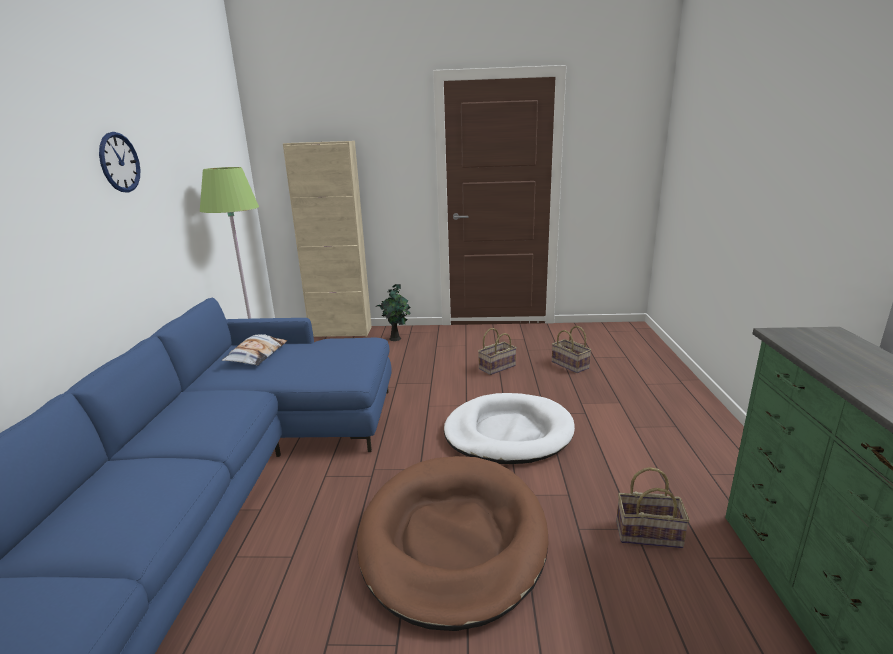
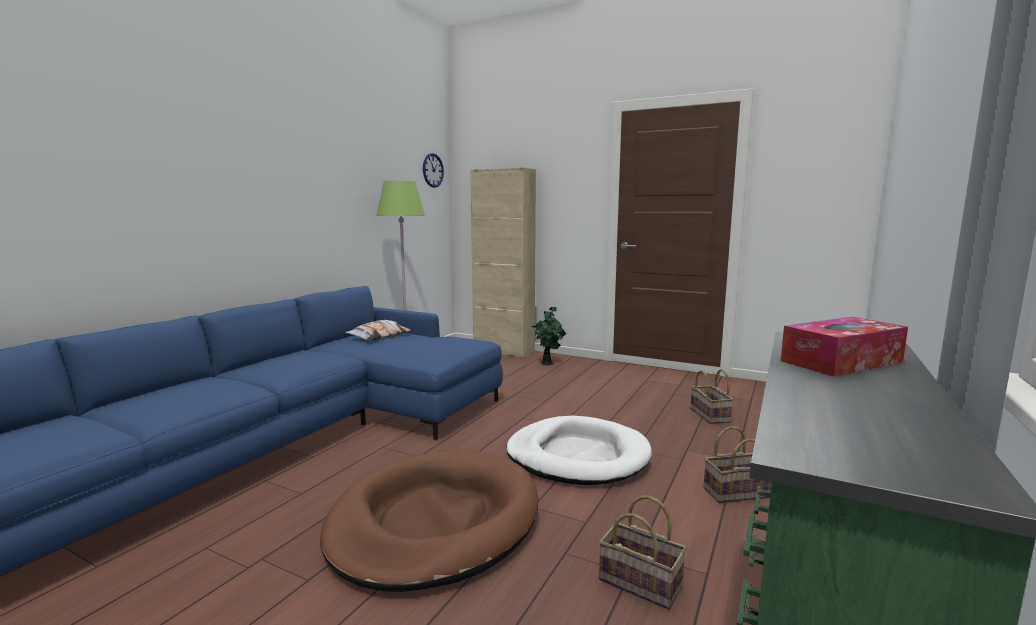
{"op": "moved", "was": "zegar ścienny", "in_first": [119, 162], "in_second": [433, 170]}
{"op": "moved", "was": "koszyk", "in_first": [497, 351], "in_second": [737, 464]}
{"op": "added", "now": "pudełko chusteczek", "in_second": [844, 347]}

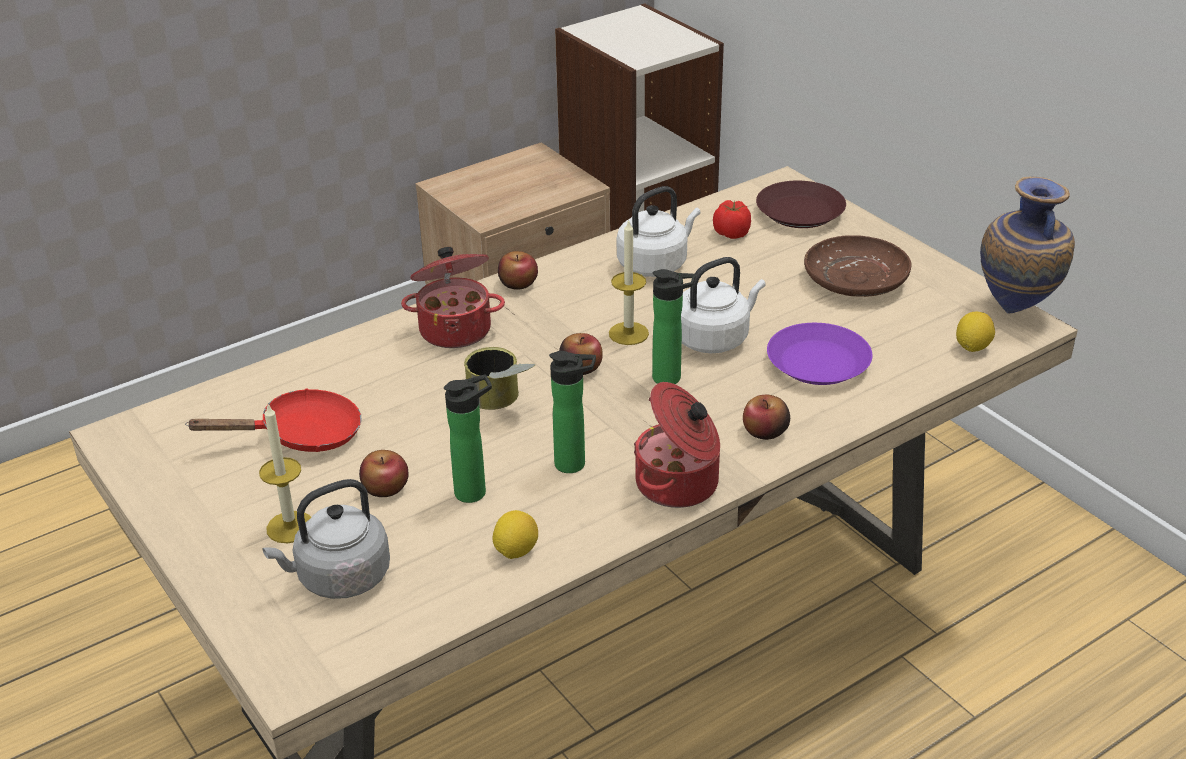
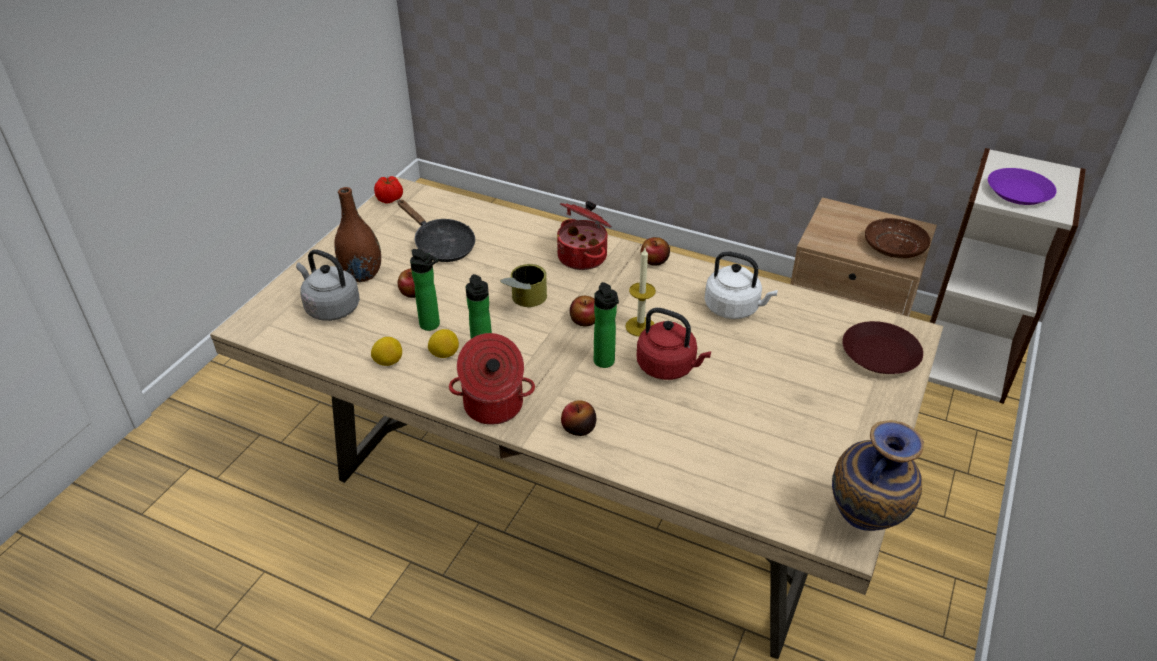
{"op": "recoloured", "was": "patelnia [czerwony]", "now": "patelnia [czarny]", "in_first": [273, 420], "in_second": [436, 231]}
{"op": "replaced", "was": "świeca", "now": "wazon [brązowy]", "in_first": [285, 473], "in_second": [357, 234]}
{"op": "recoloured", "was": "czajnik [biały]", "now": "czajnik [czerwony]", "in_first": [723, 305], "in_second": [674, 344]}
{"op": "moved", "was": "pomidor", "in_first": [732, 219], "in_second": [388, 189]}
{"op": "moved", "was": "talerz [fioletowy]", "in_first": [820, 354], "in_second": [1022, 186]}
{"op": "moved", "was": "talerz [brązowy]", "in_first": [858, 266], "in_second": [897, 238]}
{"op": "moved", "was": "cytryna", "in_first": [975, 332], "in_second": [443, 343]}

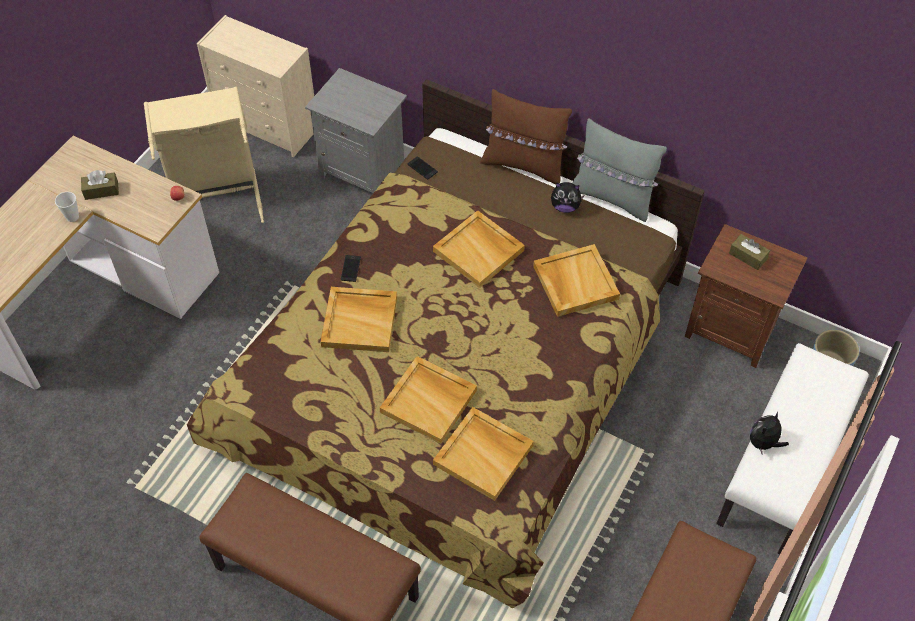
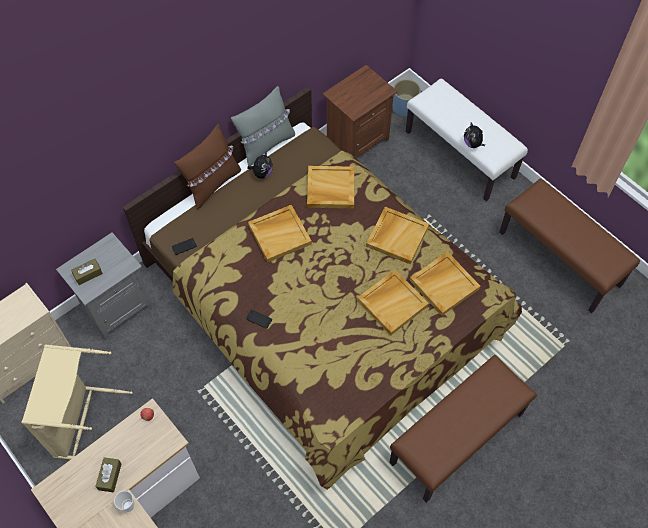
{"op": "moved", "was": "taca [beżowy]", "in_first": [359, 319], "in_second": [397, 235]}
{"op": "moved", "was": "pudełko chusteczek [brązowy]", "in_first": [749, 252], "in_second": [87, 272]}

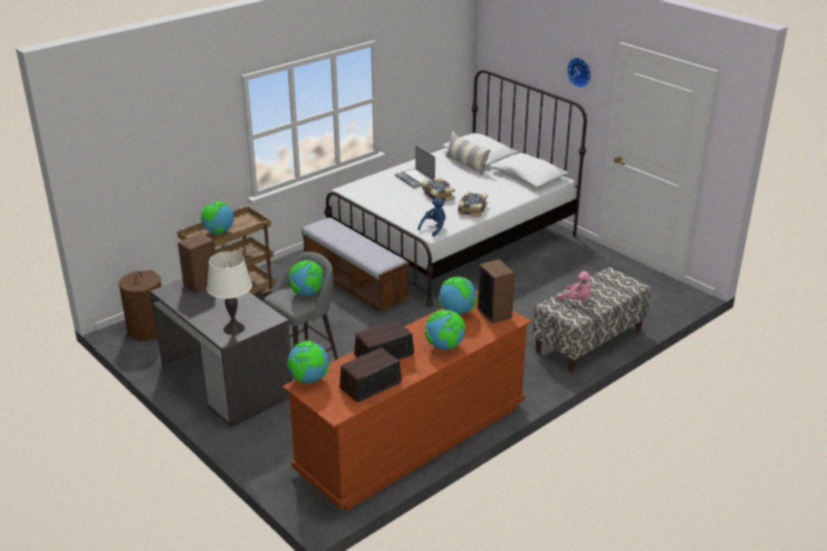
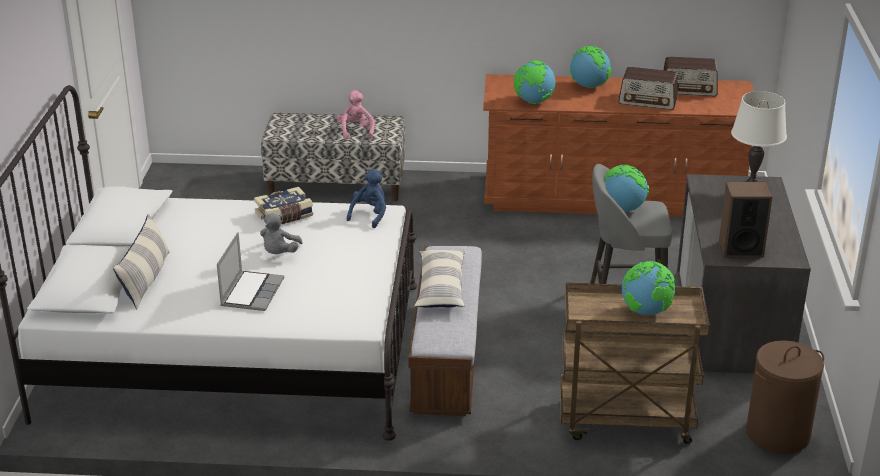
{"op": "removed", "was": "globus", "in_first": [308, 362]}
{"op": "turned", "was": "pluszak [niebieski]", "in_first": [432, 217], "in_second": [366, 198], "clockwise": 120}
{"op": "replaced", "was": "książka", "now": "pluszak [szary]", "in_first": [438, 189], "in_second": [281, 233]}
{"op": "removed", "was": "głośnik", "in_first": [496, 291]}
{"op": "removed", "was": "zegar ścienny", "in_first": [579, 72]}
{"op": "added", "now": "poduszka", "in_second": [439, 279]}

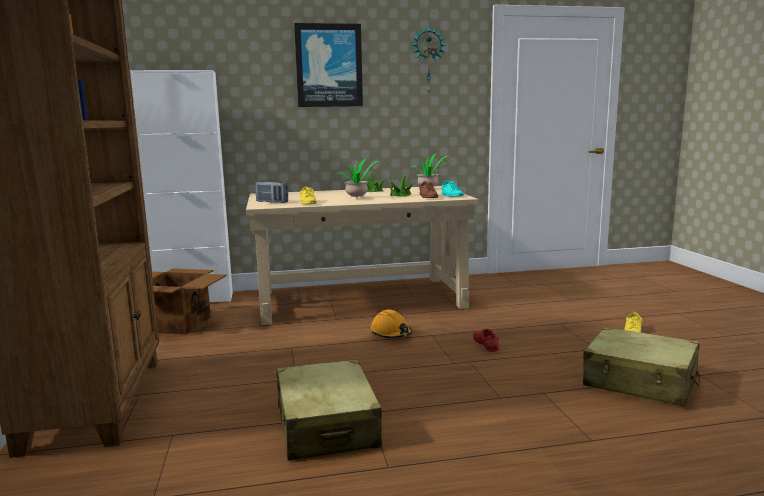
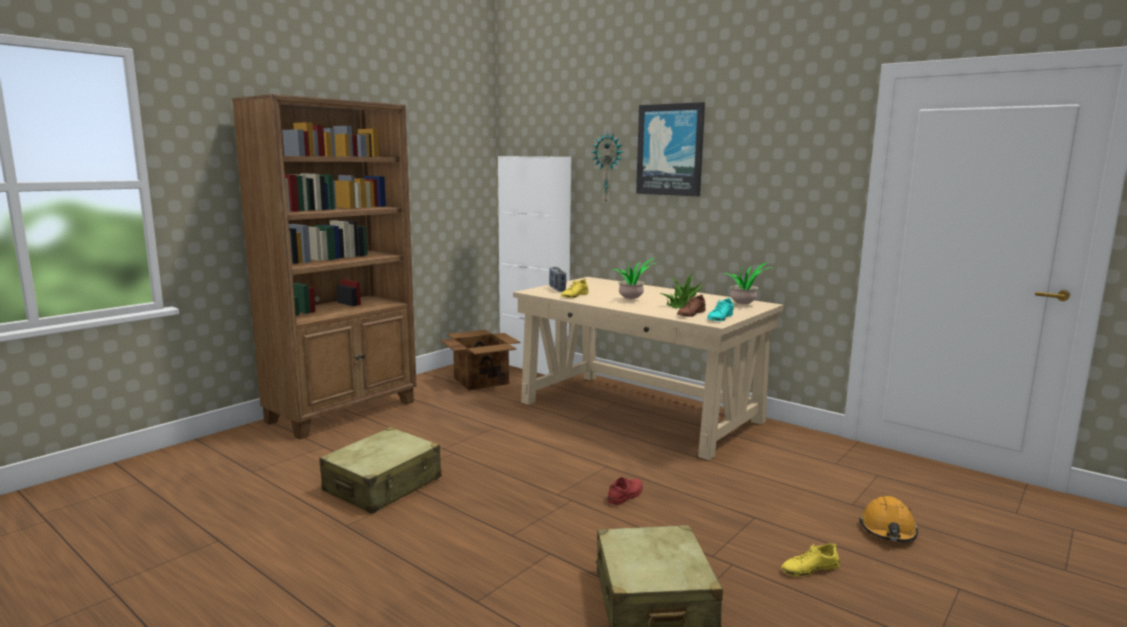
{"op": "moved", "was": "kask [pomarańczowy]", "in_first": [391, 323], "in_second": [889, 519]}
{"op": "moved", "was": "zegar ścienny", "in_first": [429, 59], "in_second": [607, 167]}

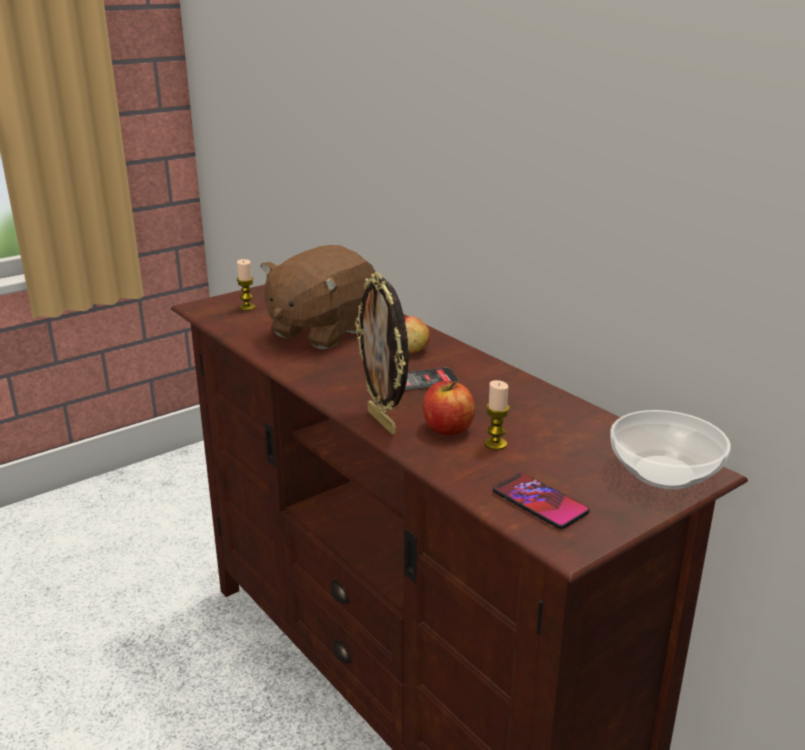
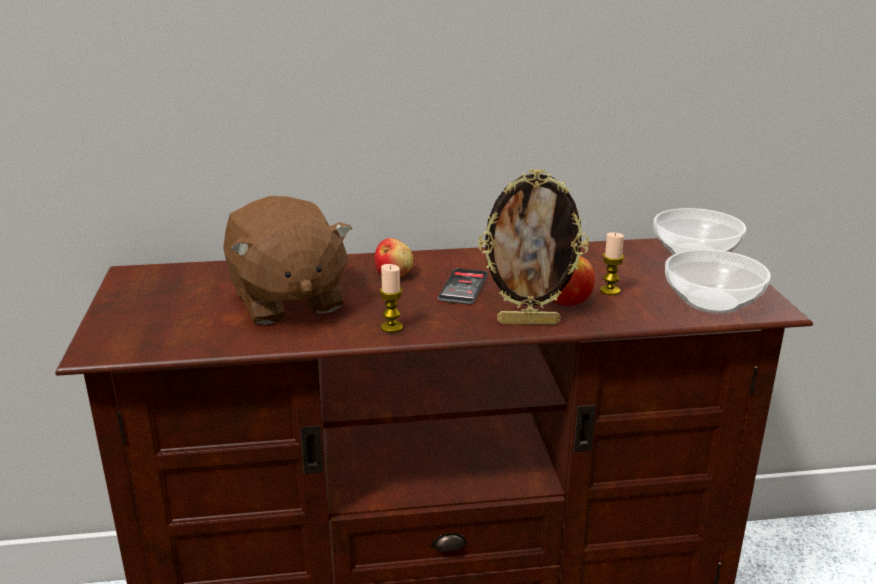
{"op": "moved", "was": "świeca", "in_first": [246, 285], "in_second": [391, 298]}
{"op": "replaced", "was": "telefon", "now": "miska", "in_first": [541, 501], "in_second": [718, 281]}

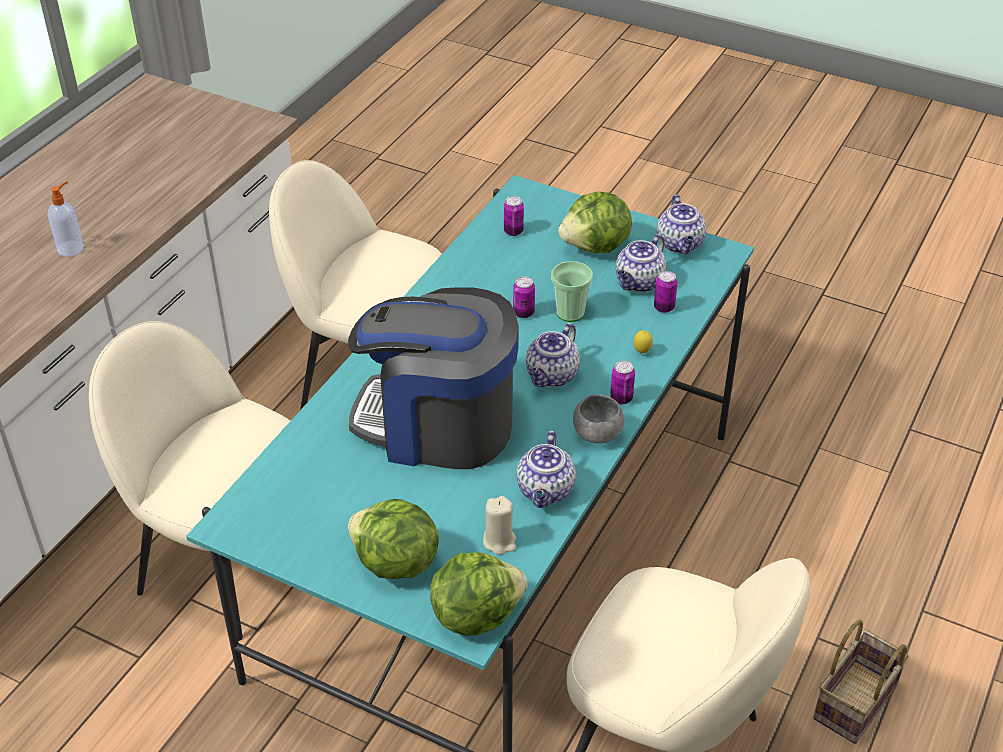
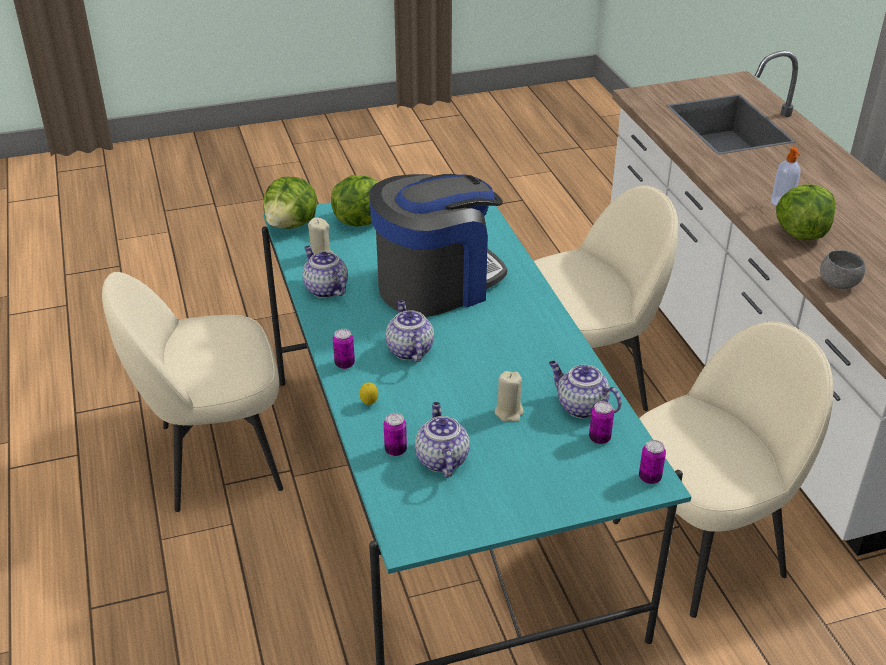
{"op": "moved", "was": "puszka", "in_first": [524, 297], "in_second": [652, 462]}
{"op": "removed", "was": "filiżanka", "in_first": [572, 291]}
{"op": "moved", "was": "sałata", "in_first": [595, 222], "in_second": [806, 212]}
{"op": "moved", "was": "miska [szary]", "in_first": [598, 419], "in_second": [842, 269]}
{"op": "moved", "was": "imbryk", "in_first": [681, 224], "in_second": [585, 390]}
{"op": "removed", "was": "koszyk", "in_first": [860, 682]}
{"op": "added", "now": "świeca [beżowy]", "in_second": [509, 396]}

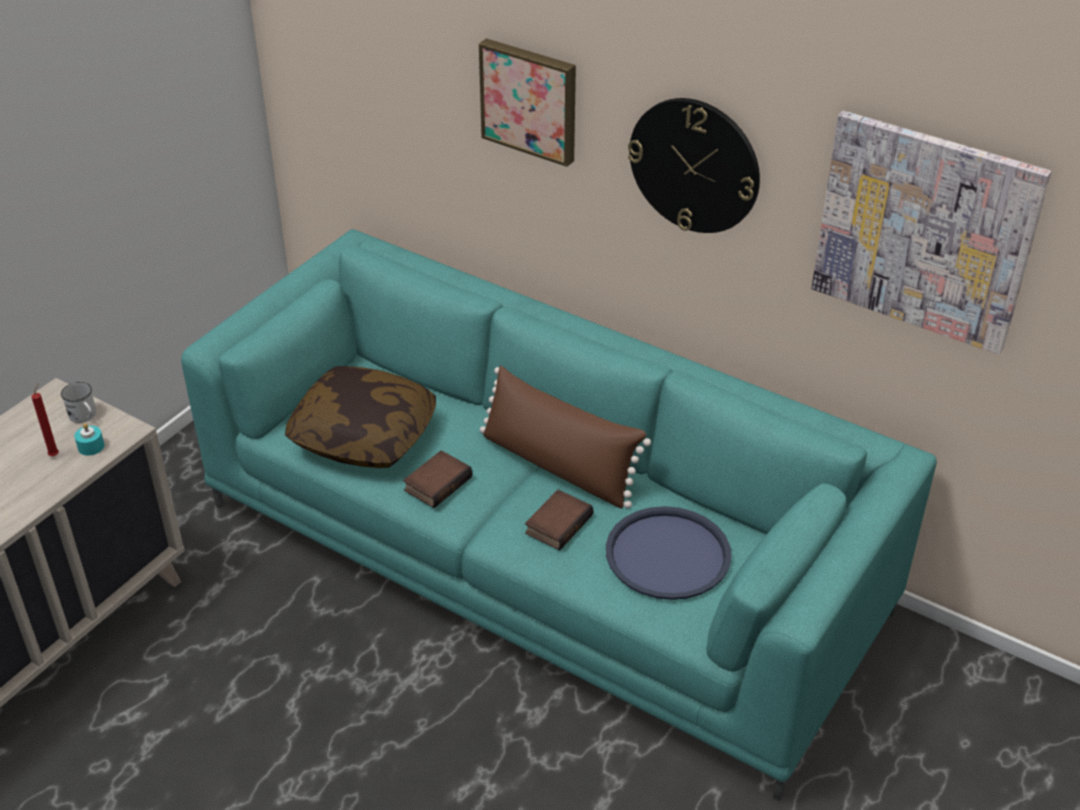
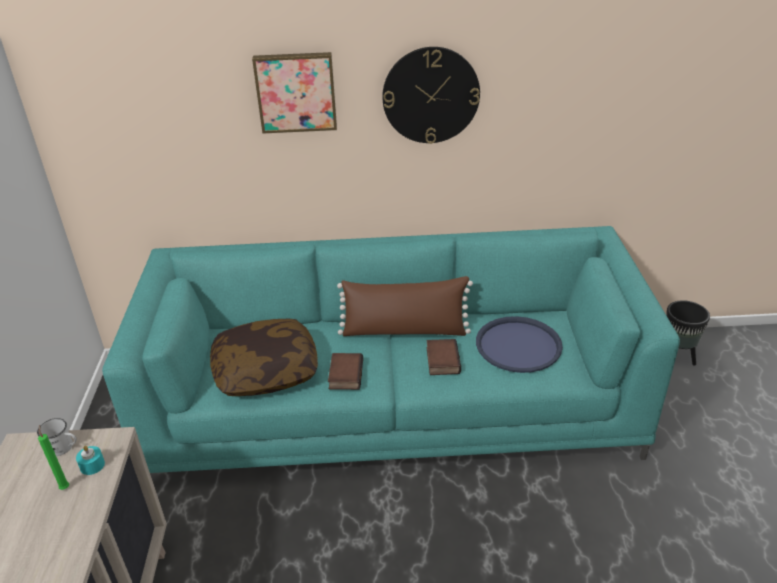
{"op": "recoloured", "was": "świeca [czerwony]", "now": "świeca [zielony]", "in_first": [45, 419], "in_second": [53, 457]}
{"op": "removed", "was": "obraz", "in_first": [932, 233]}
{"op": "added", "now": "donica [czarny]", "in_second": [688, 333]}

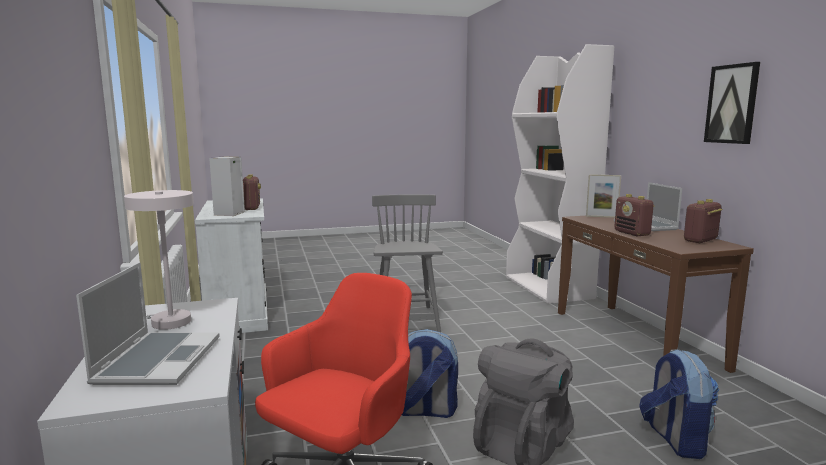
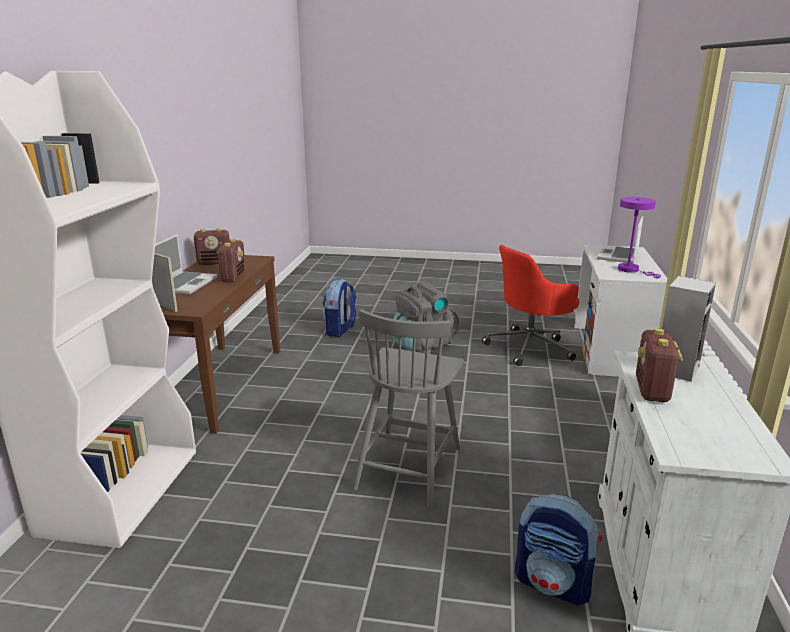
{"op": "recoloured", "was": "lampa stołowa [biały]", "now": "lampa stołowa [fioletowy]", "in_first": [159, 260], "in_second": [639, 237]}
{"op": "moved", "was": "plecak", "in_first": [430, 373], "in_second": [558, 550]}
{"op": "removed", "was": "obraz", "in_first": [732, 103]}

